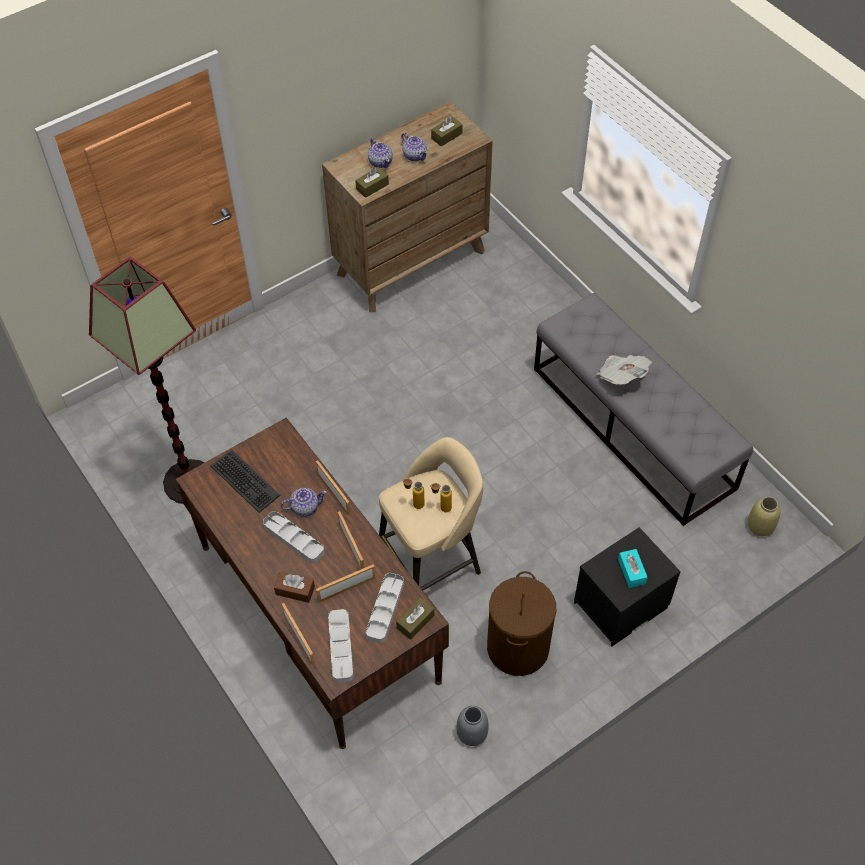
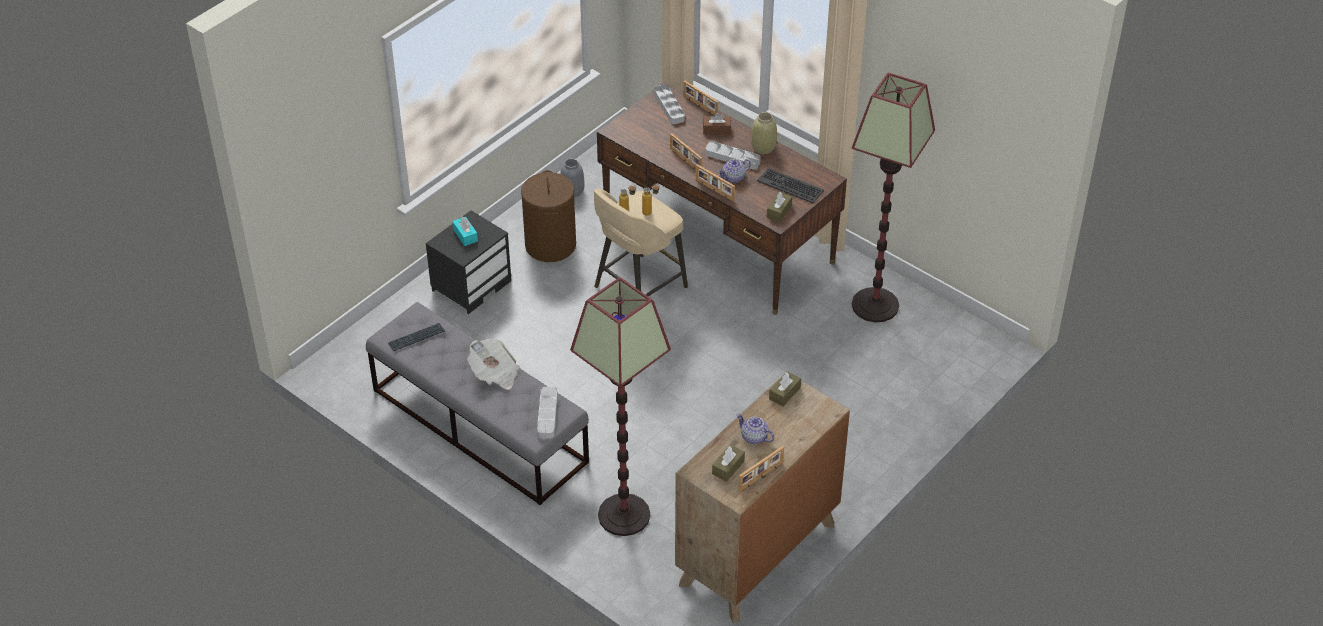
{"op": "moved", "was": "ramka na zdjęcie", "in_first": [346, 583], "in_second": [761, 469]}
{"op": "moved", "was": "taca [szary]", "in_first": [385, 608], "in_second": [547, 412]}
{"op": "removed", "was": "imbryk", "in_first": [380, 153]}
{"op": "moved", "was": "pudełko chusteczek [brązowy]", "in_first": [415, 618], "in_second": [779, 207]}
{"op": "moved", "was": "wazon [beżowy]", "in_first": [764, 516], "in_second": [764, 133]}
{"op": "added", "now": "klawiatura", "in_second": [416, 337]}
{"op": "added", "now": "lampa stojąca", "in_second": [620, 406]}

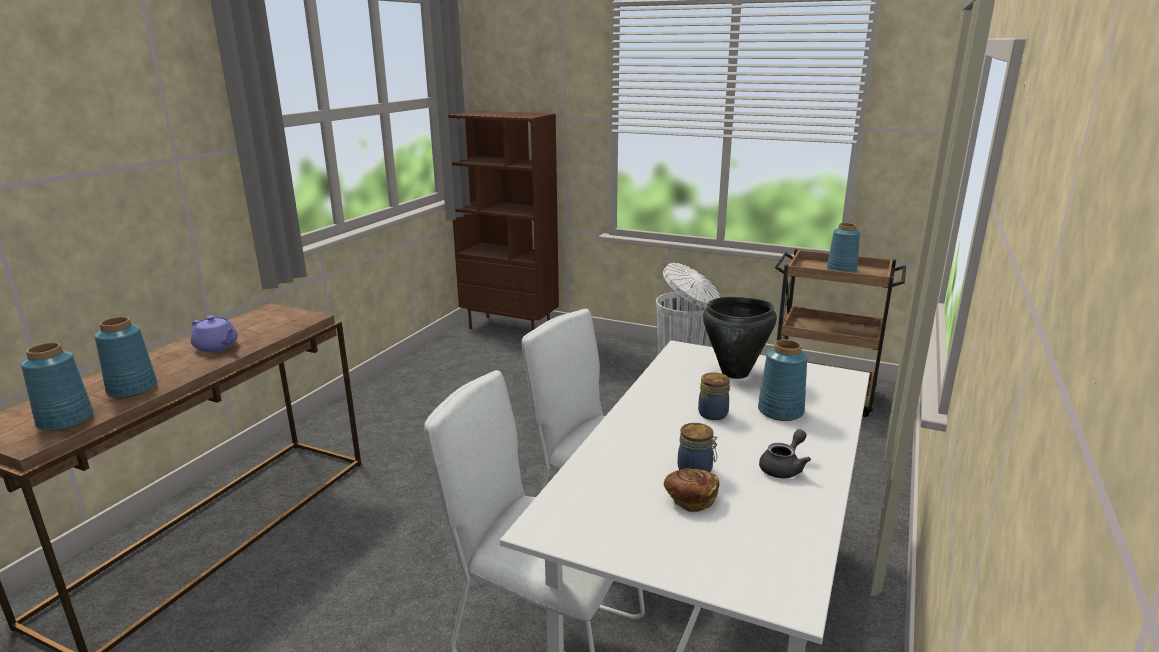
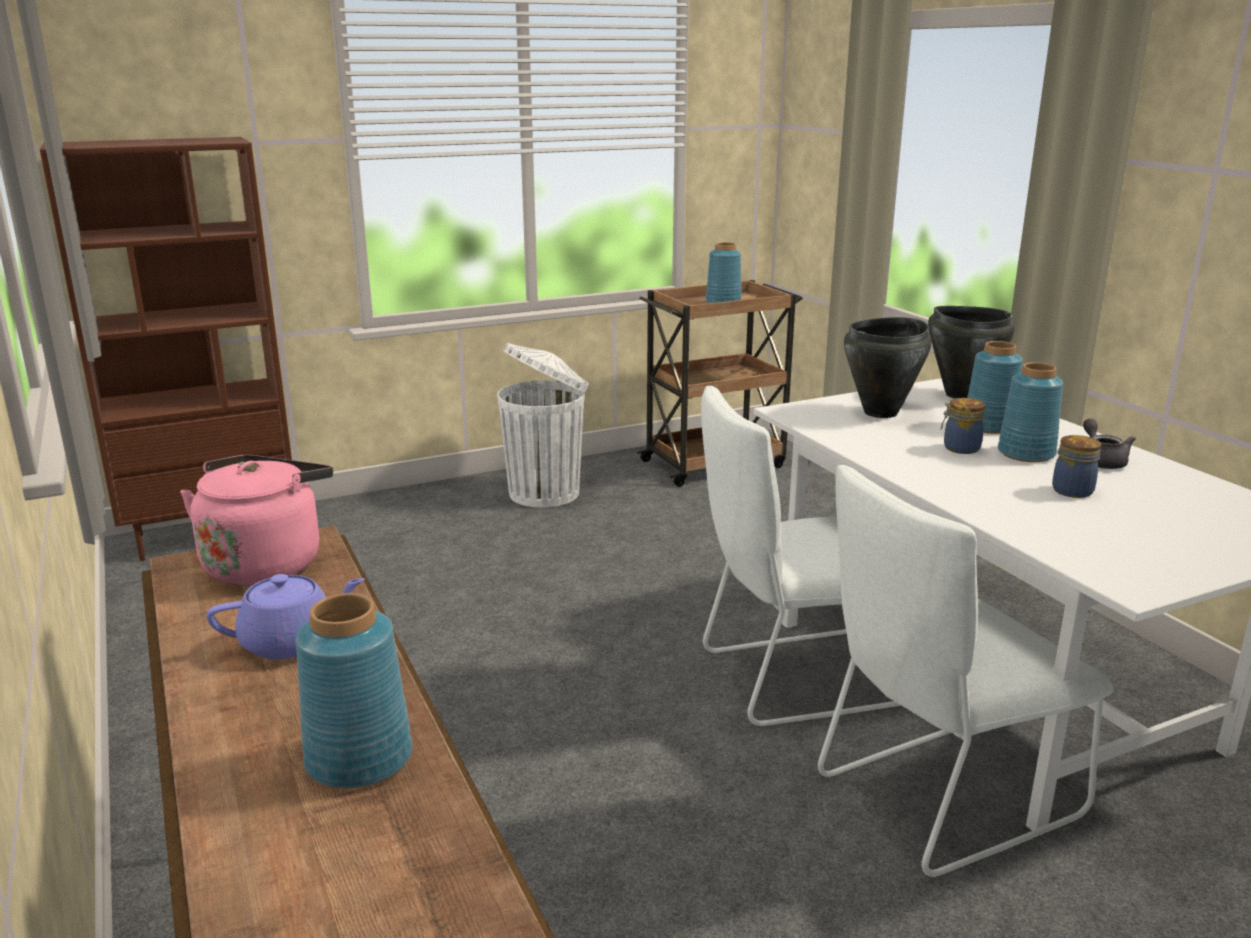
{"op": "moved", "was": "wazon [niebieski]", "in_first": [57, 386], "in_second": [1030, 412]}
{"op": "removed", "was": "chleb", "in_first": [691, 490]}
{"op": "added", "now": "czajnik [różowy]", "in_second": [256, 520]}
{"op": "added", "now": "garnek [czarny]", "in_second": [971, 352]}

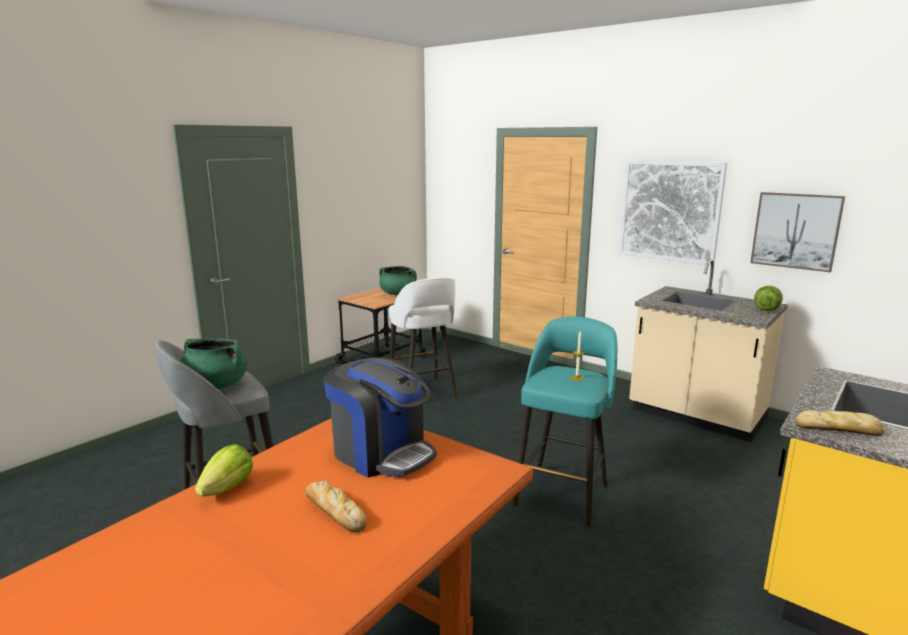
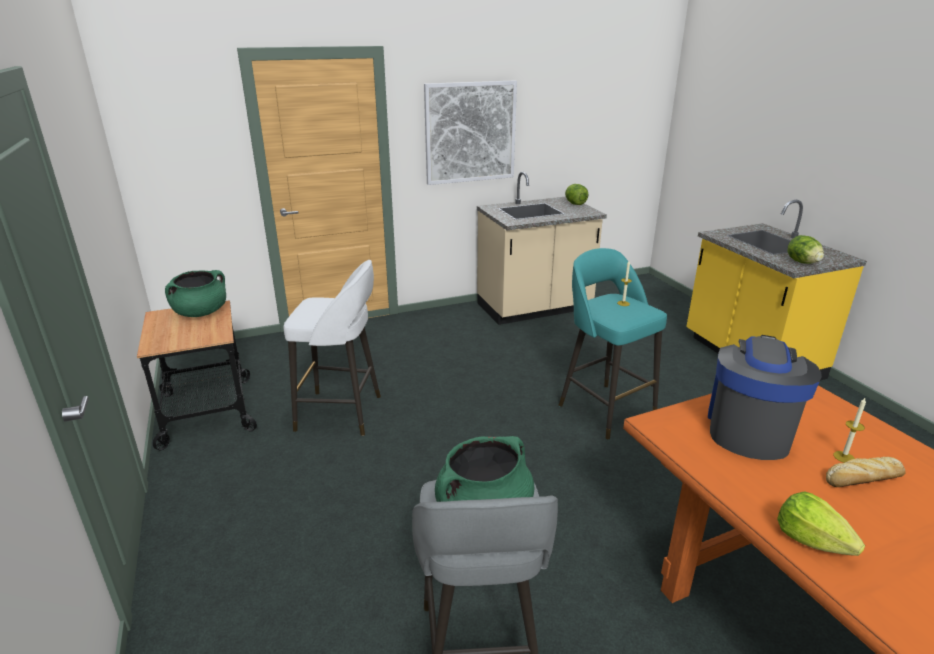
{"op": "turned", "was": "ekspres do kawy", "in_first": [380, 417], "in_second": [765, 397], "clockwise": -45}
{"op": "removed", "was": "obraz", "in_first": [797, 232]}
{"op": "replaced", "was": "chleb", "now": "sałata", "in_first": [840, 423], "in_second": [805, 249]}
{"op": "added", "now": "świeca", "in_second": [849, 430]}

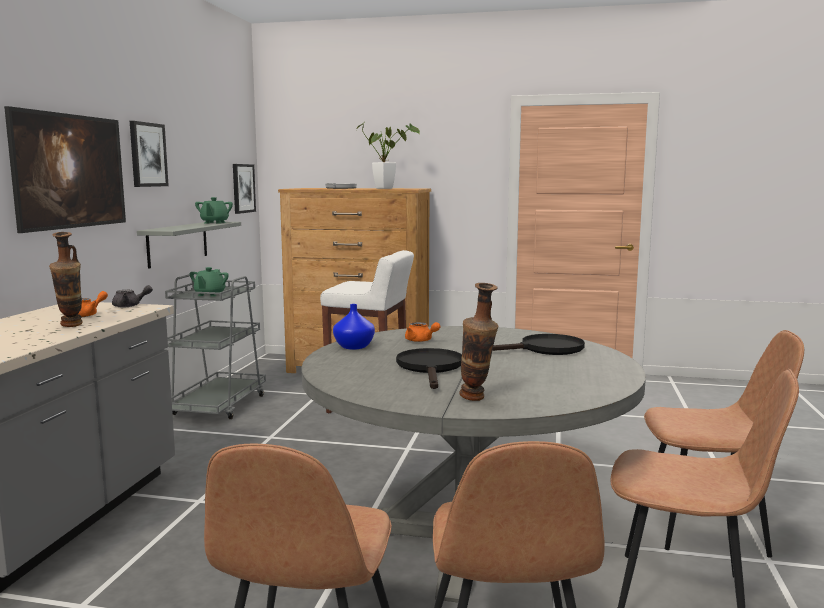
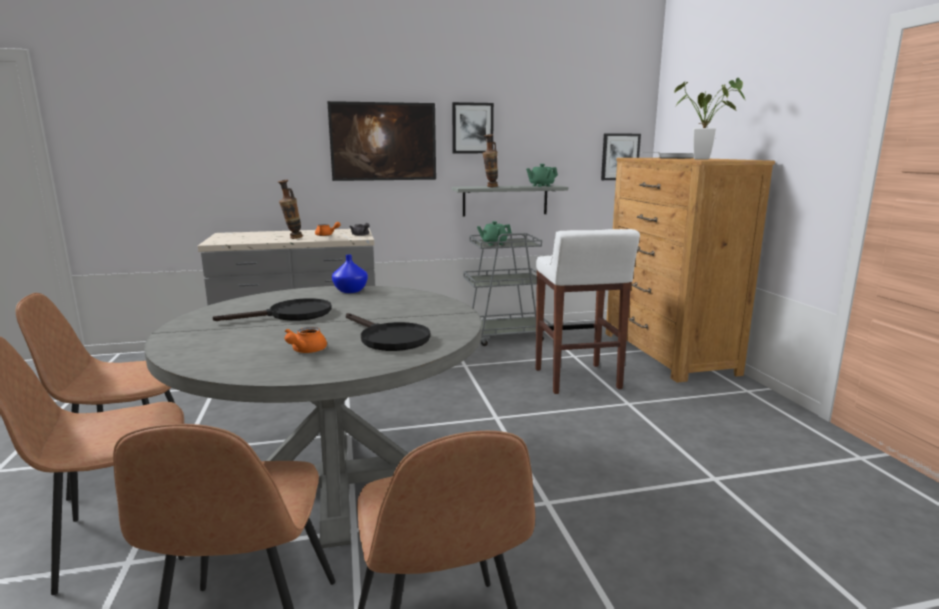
{"op": "moved", "was": "imbryk [pomarańczowy]", "in_first": [422, 332], "in_second": [306, 340]}
{"op": "moved", "was": "wazon", "in_first": [478, 342], "in_second": [490, 160]}

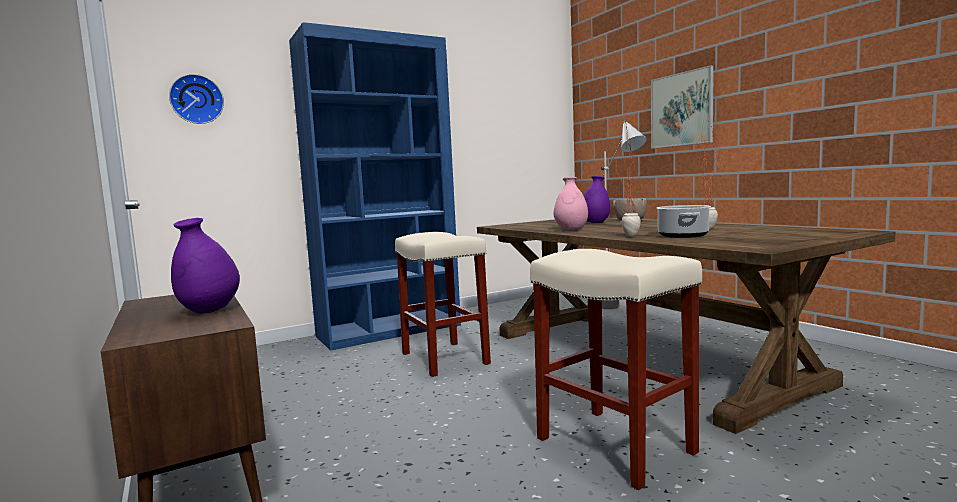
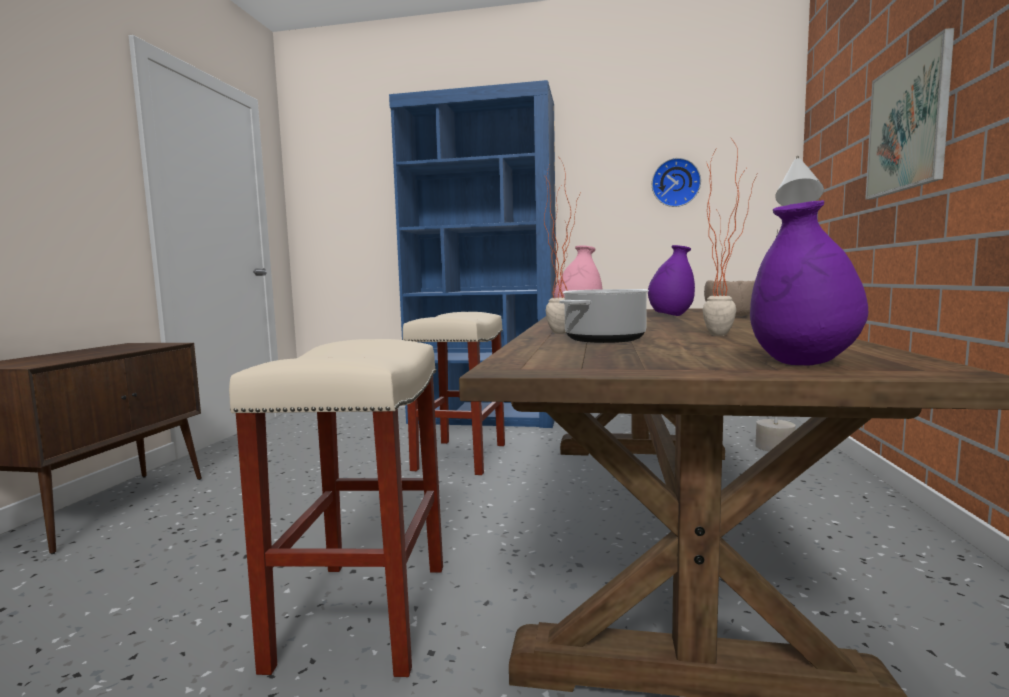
{"op": "moved", "was": "zegar ścienny", "in_first": [196, 99], "in_second": [676, 182]}
{"op": "moved", "was": "wazon [fioletowy]", "in_first": [205, 266], "in_second": [809, 283]}

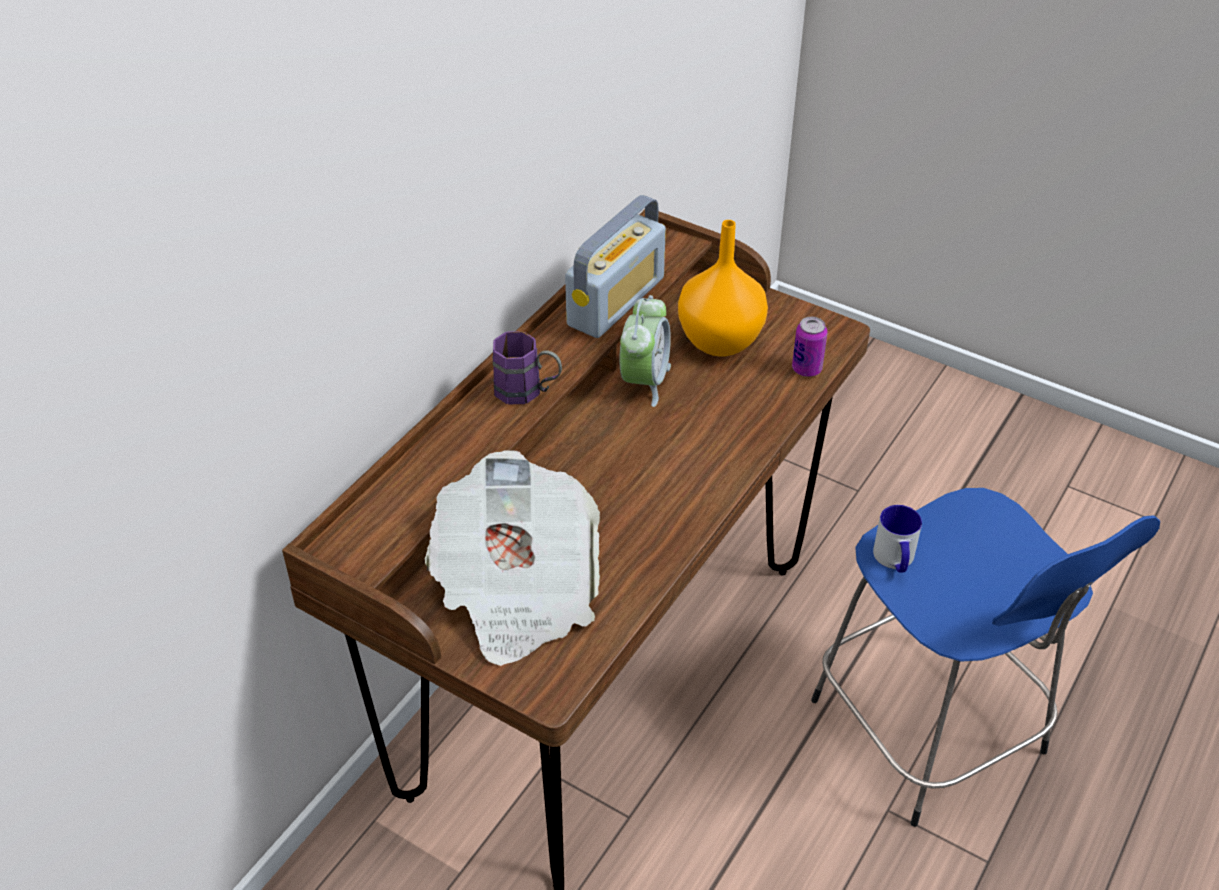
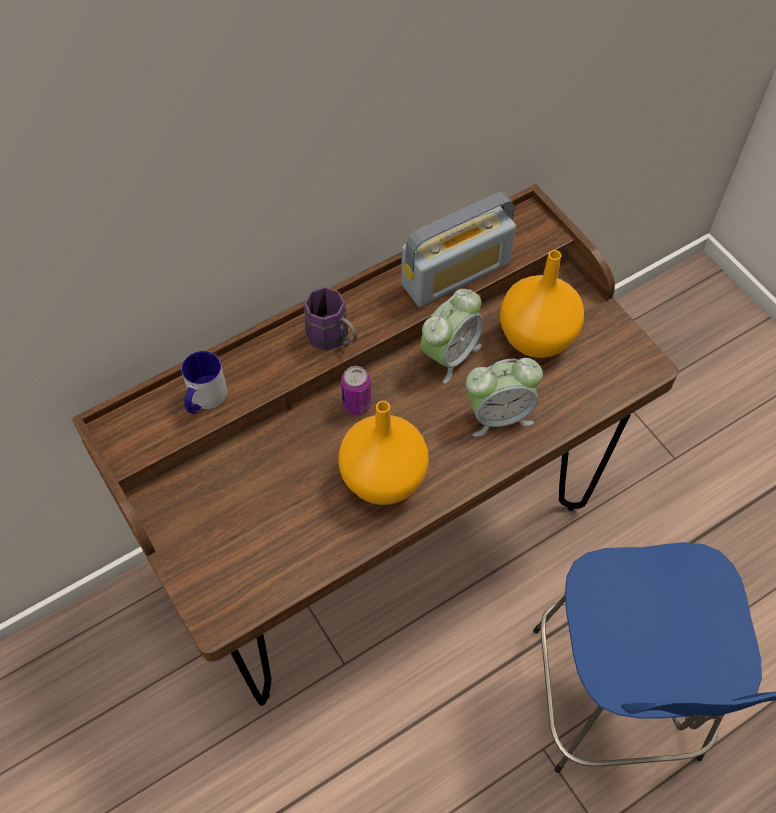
{"op": "removed", "was": "gazeta", "in_first": [512, 558]}
{"op": "moved", "was": "puszka", "in_first": [810, 347], "in_second": [356, 390]}
{"op": "moved", "was": "kubek", "in_first": [897, 539], "in_second": [204, 382]}
{"op": "added", "now": "wazon [pomarańczowy]", "in_second": [383, 453]}
{"op": "added", "now": "budzik", "in_second": [504, 397]}

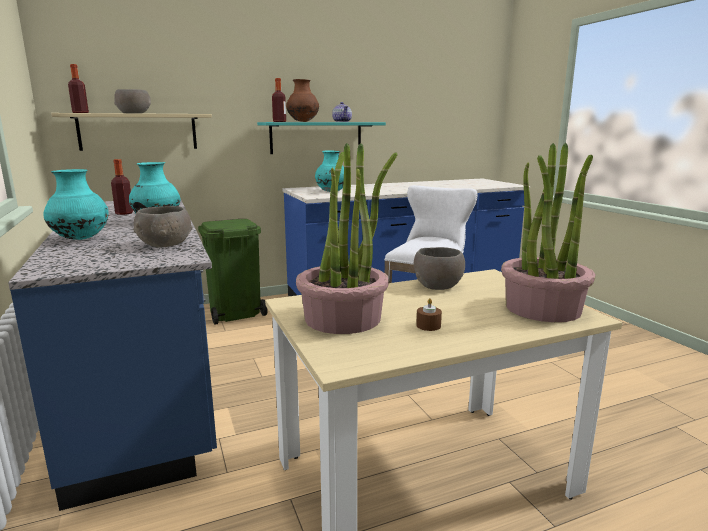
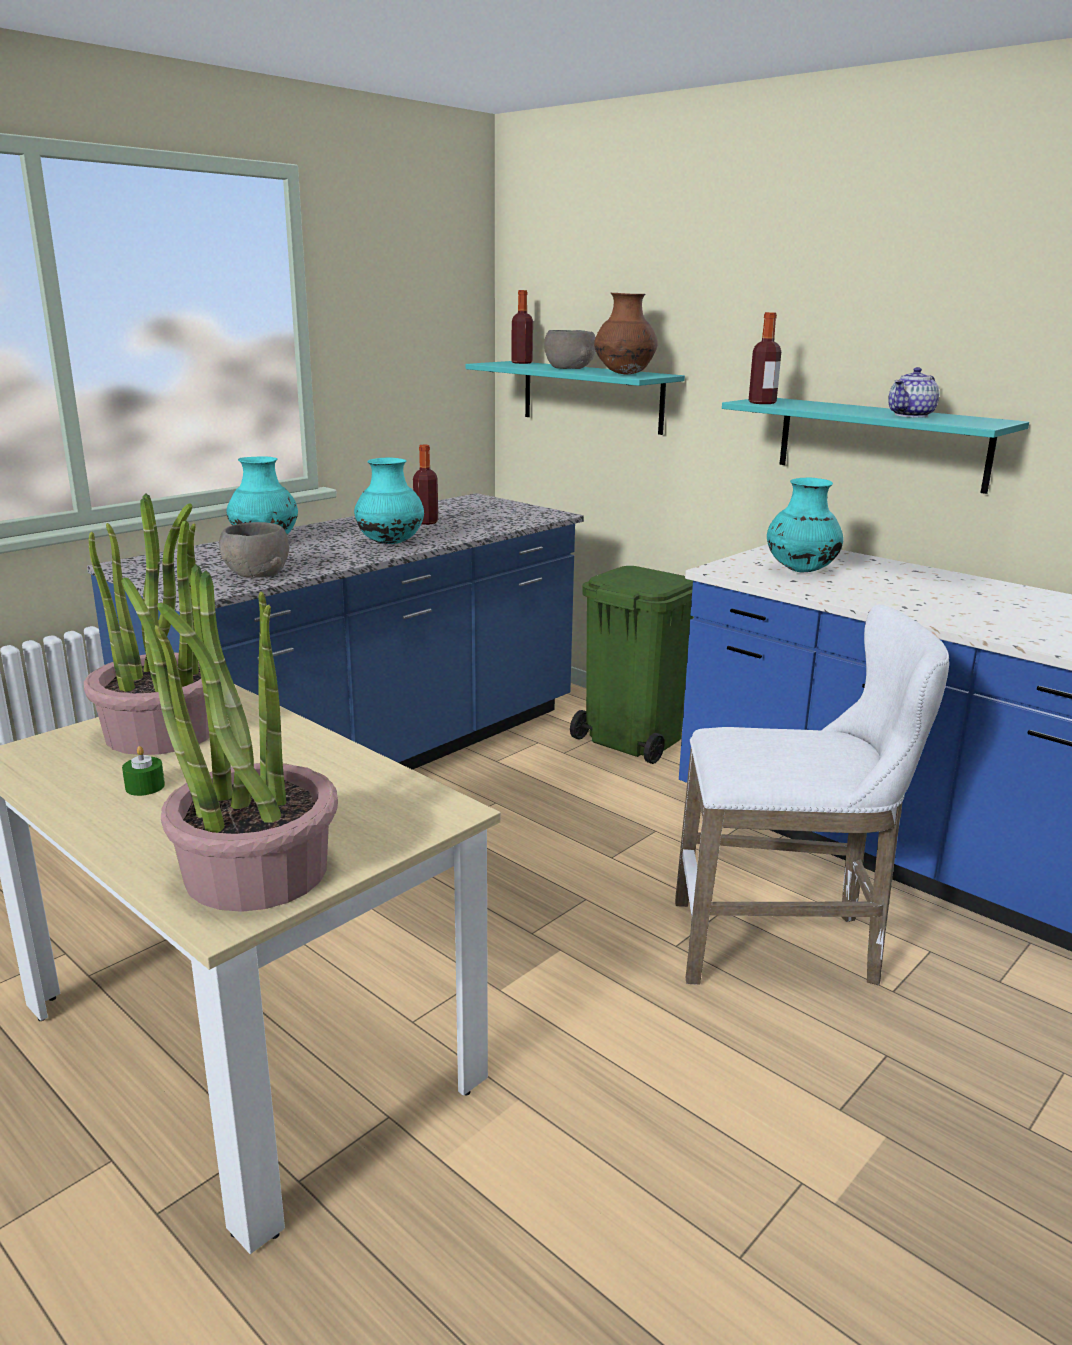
{"op": "recoloured", "was": "półka [beżowy]", "now": "półka [turkusowy]", "in_first": [131, 132], "in_second": [575, 398]}
{"op": "moved", "was": "wazon [brązowy]", "in_first": [302, 100], "in_second": [626, 333]}
{"op": "removed", "was": "miska [szary]", "in_first": [439, 268]}
{"op": "recoloured", "was": "świeca [brązowy]", "now": "świeca [zielony]", "in_first": [429, 314], "in_second": [143, 771]}

